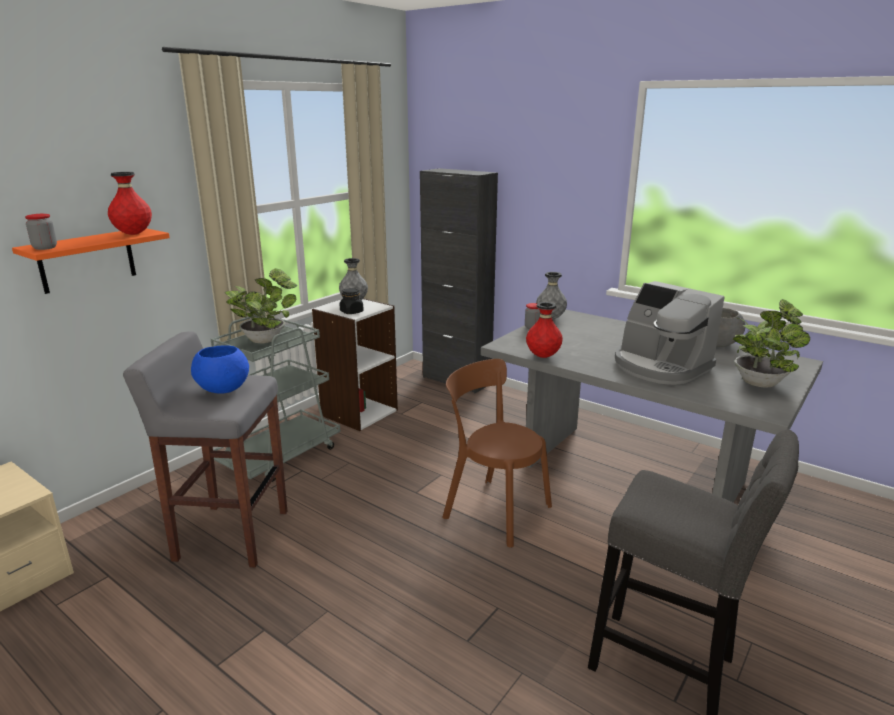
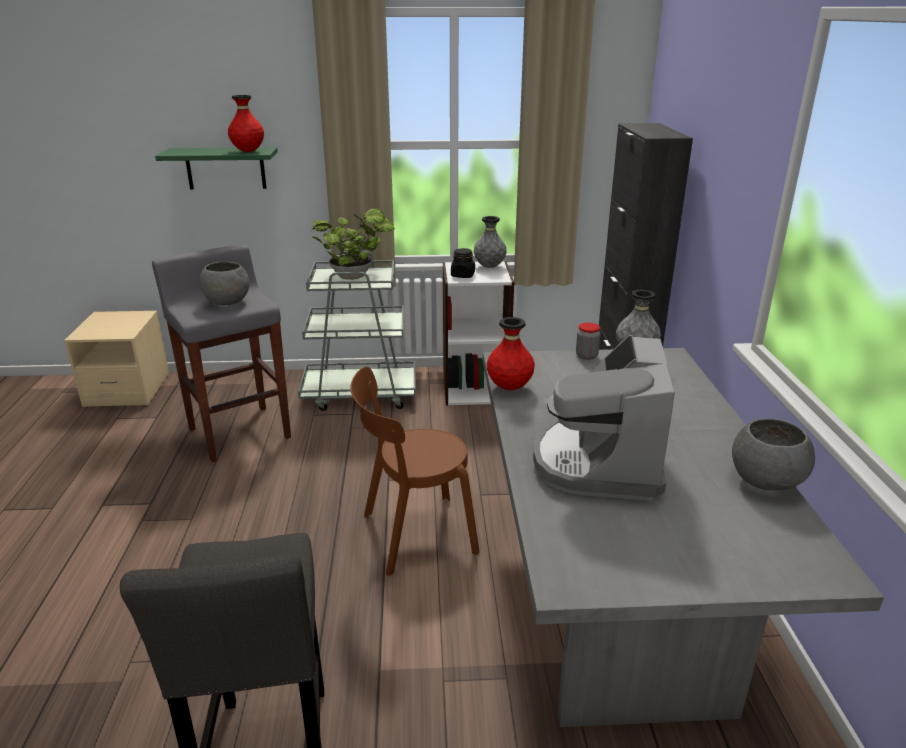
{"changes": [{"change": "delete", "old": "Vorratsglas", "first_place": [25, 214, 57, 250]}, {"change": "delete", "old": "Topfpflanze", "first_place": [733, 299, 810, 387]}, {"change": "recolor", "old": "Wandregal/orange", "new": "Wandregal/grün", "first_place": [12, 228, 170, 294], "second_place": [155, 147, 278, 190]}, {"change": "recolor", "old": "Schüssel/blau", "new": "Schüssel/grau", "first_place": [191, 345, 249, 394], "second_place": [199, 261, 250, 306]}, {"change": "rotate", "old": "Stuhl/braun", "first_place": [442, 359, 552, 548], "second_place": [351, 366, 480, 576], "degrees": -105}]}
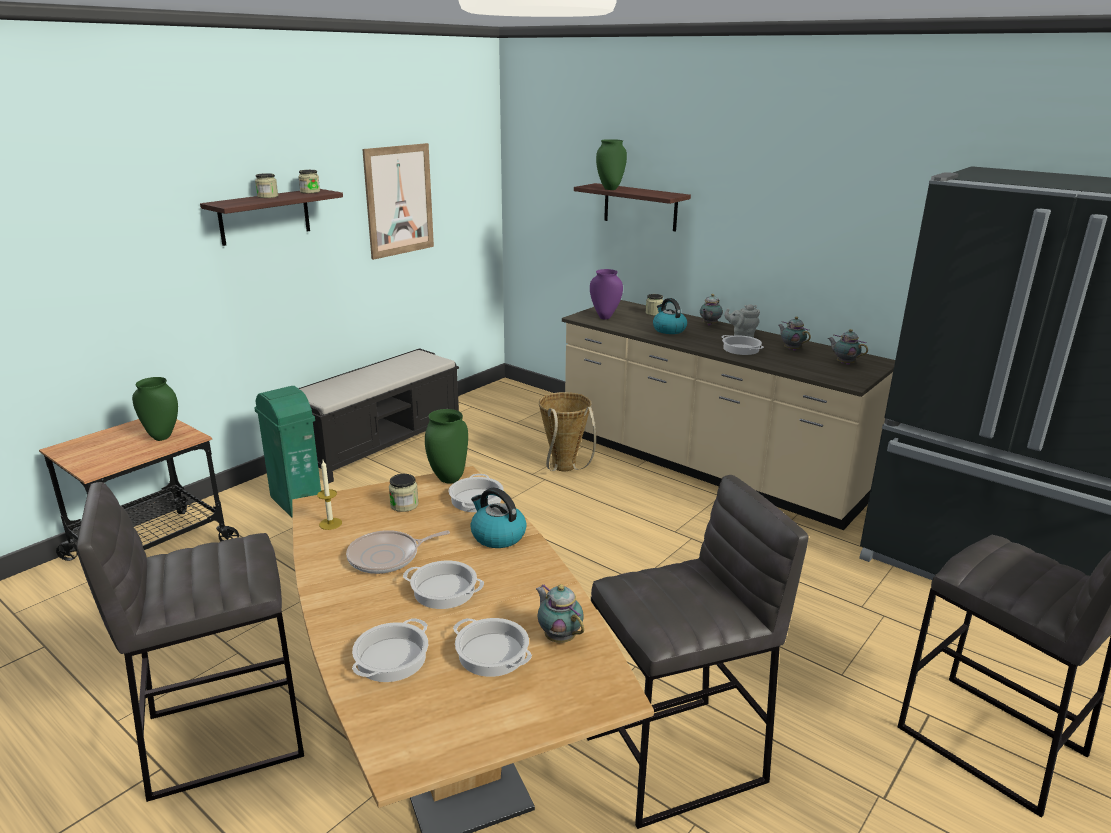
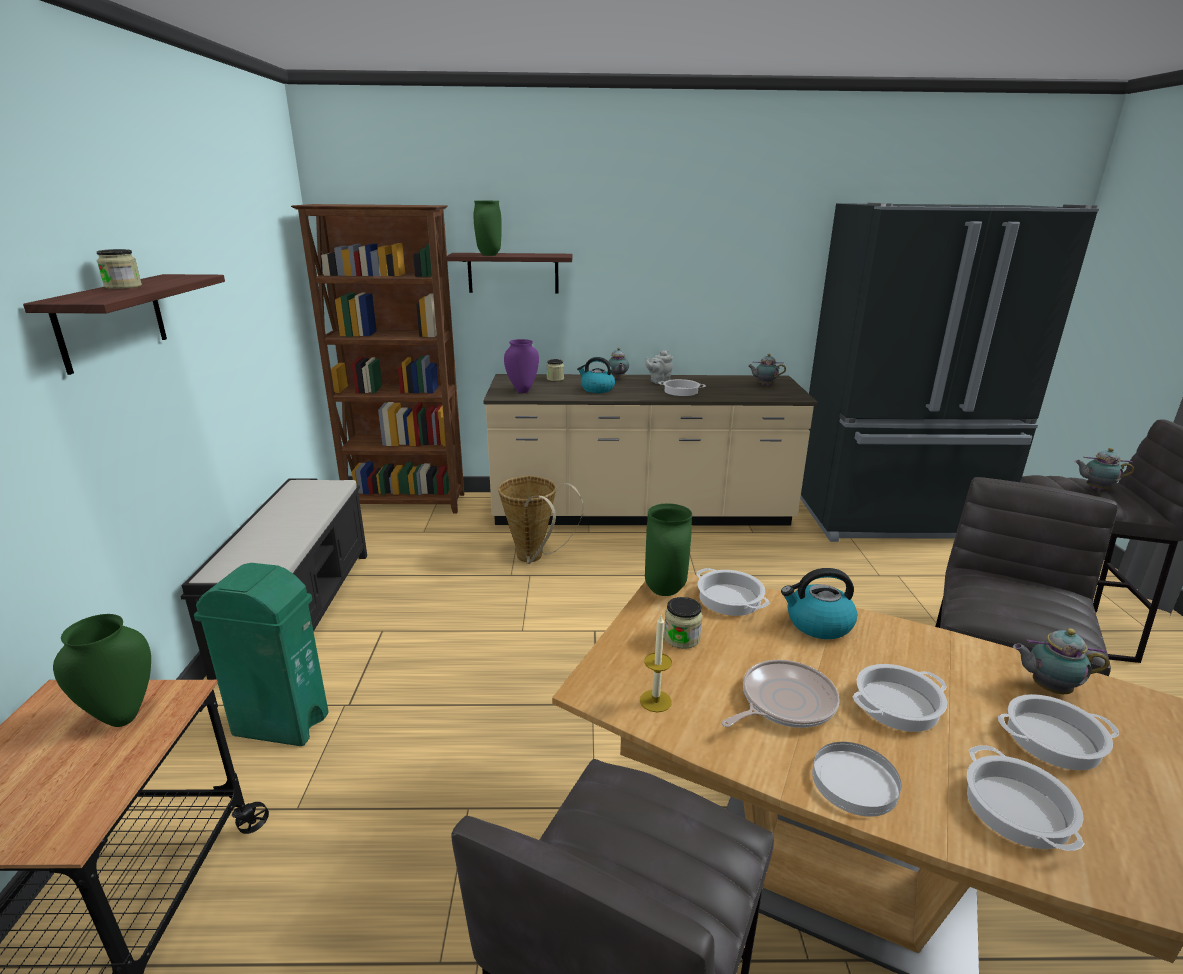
{"changes": [{"change": "delete", "old": "Vorratsglas", "first_place": [298, 170, 320, 194]}, {"change": "delete", "old": "Bild", "first_place": [362, 143, 434, 260]}, {"change": "insert", "new": "Bücherregal/braun", "second_place": [291, 204, 464, 514]}, {"change": "insert", "new": "Teller/weiß", "second_place": [812, 742, 901, 817]}, {"change": "move", "old": "Teekanne", "first_place": [778, 317, 811, 351], "second_place": [1075, 448, 1134, 490]}, {"change": "rotate", "old": "Pfanne", "first_place": [346, 530, 450, 574], "second_place": [721, 660, 840, 728], "degrees": -150}]}
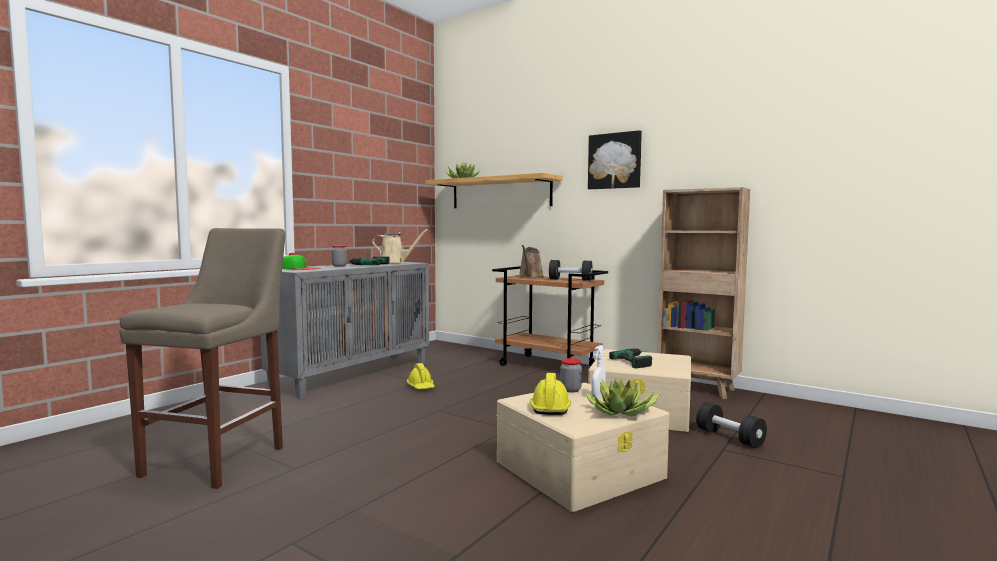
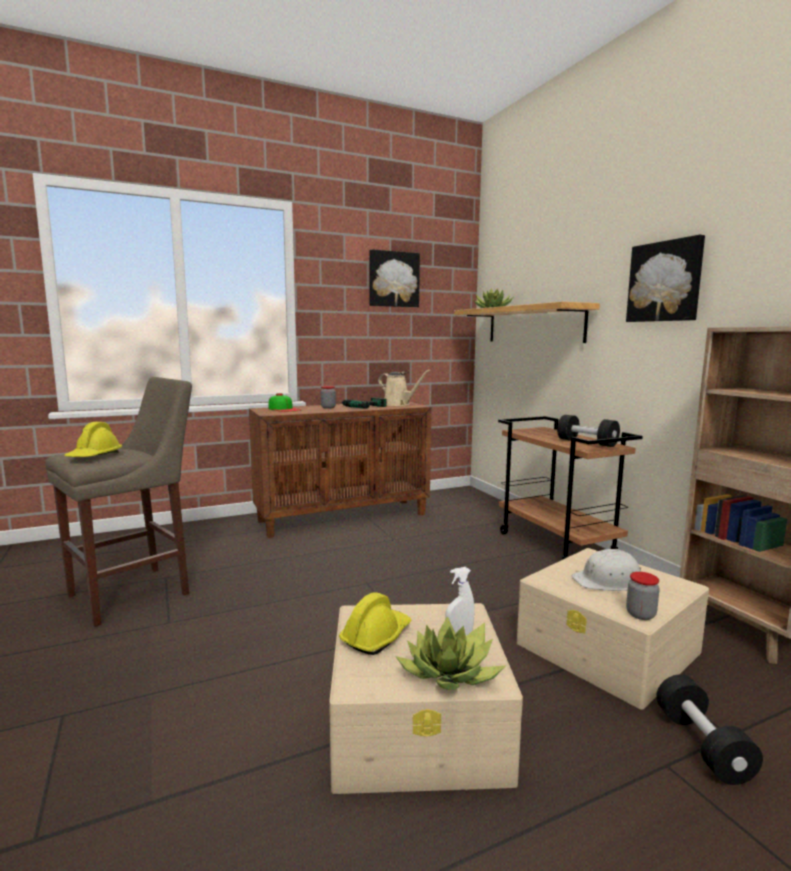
{"changes": [{"change": "delete", "old": "Gießkanne/braun", "first_place": [519, 245, 544, 278]}, {"change": "insert", "new": "Bild", "second_place": [369, 249, 420, 307]}, {"change": "move", "old": "Schutzhelm/gelb", "first_place": [407, 363, 435, 389], "second_place": [64, 422, 122, 457]}, {"change": "move", "old": "Vorratsglas", "first_place": [560, 358, 582, 392], "second_place": [626, 572, 660, 620]}, {"change": "replace", "old": "Bohrmaschine", "new": "Schutzhelm/weiß", "first_place": [609, 349, 652, 368], "second_place": [572, 549, 641, 591]}, {"change": "recolor", "old": "Schrank/grau", "new": "Schrank/braun", "first_place": [261, 262, 429, 399], "second_place": [249, 402, 432, 538]}]}
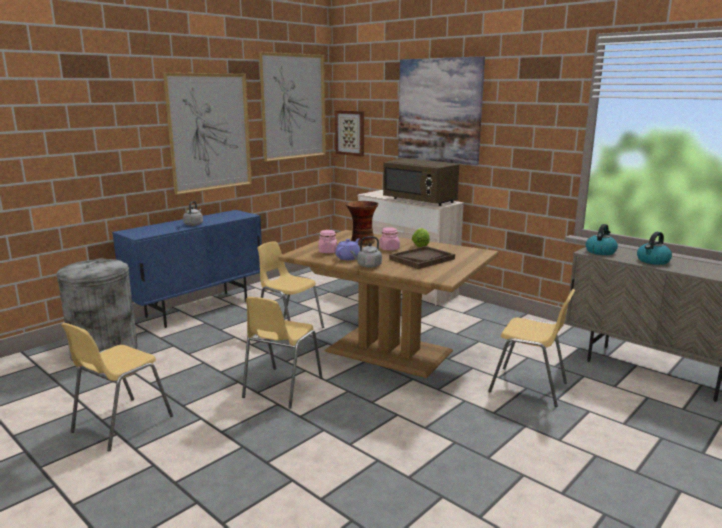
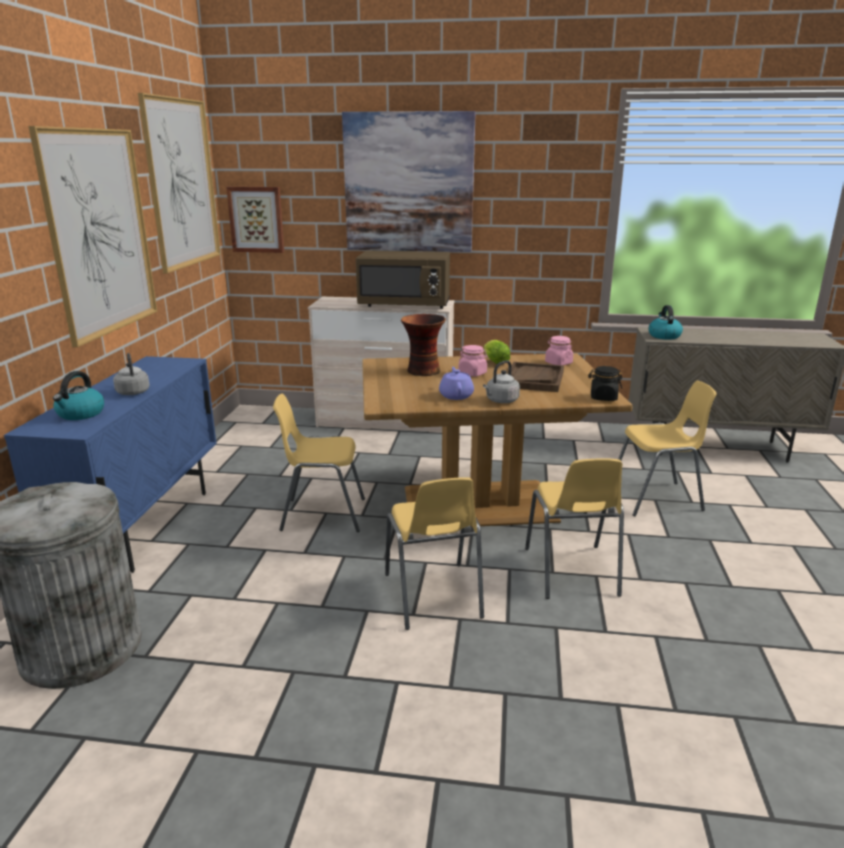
{"changes": [{"change": "insert", "new": "Vorratsglas/schwarz", "second_place": [588, 366, 622, 401]}, {"change": "move", "old": "Stuhl/gelb", "first_place": [61, 323, 173, 451], "second_place": [525, 459, 624, 599]}, {"change": "move", "old": "Vorratsglas/rosa", "first_place": [319, 230, 337, 253], "second_place": [545, 336, 573, 365]}, {"change": "move", "old": "Wasserkessel", "first_place": [637, 232, 672, 265], "second_place": [53, 371, 104, 420]}]}
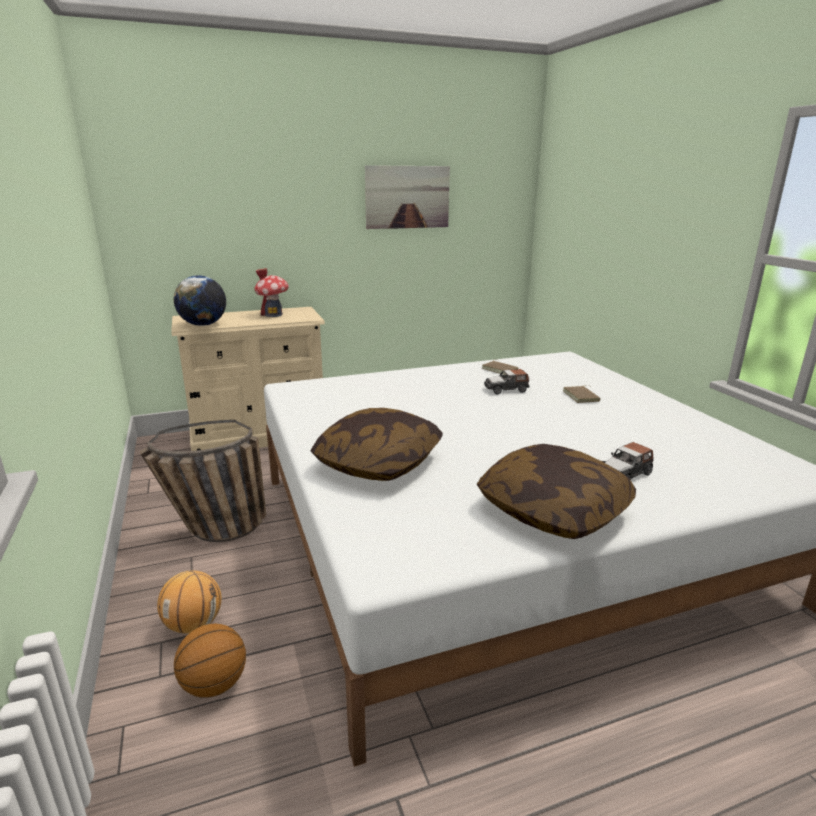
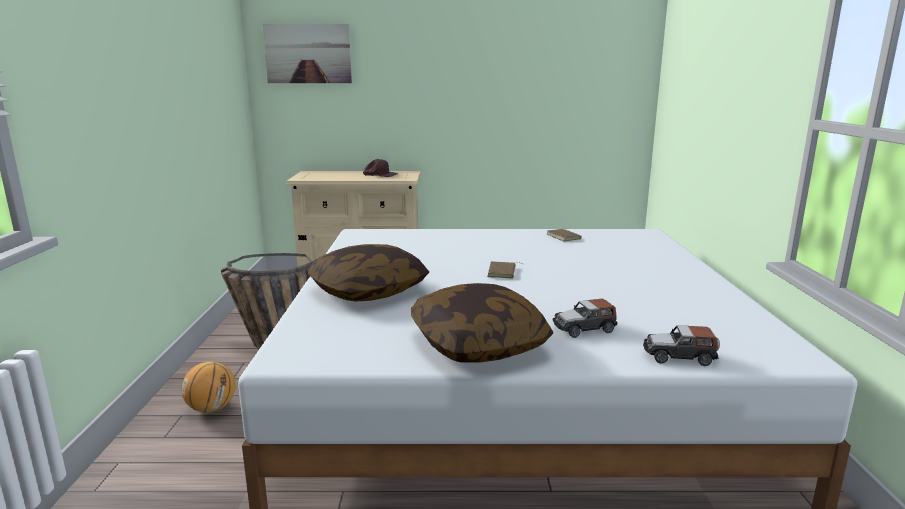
{"changes": [{"change": "delete", "old": "Globus", "first_place": [174, 275, 226, 326]}, {"change": "delete", "old": "Basketball", "first_place": [174, 624, 246, 698]}, {"change": "move", "old": "Bild", "first_place": [365, 165, 450, 229], "second_place": [263, 24, 352, 83]}, {"change": "move", "old": "Spielzeugauto", "first_place": [484, 369, 529, 395], "second_place": [643, 326, 720, 366]}, {"change": "move", "old": "Buch/braun", "first_place": [563, 385, 601, 403], "second_place": [487, 261, 519, 279]}, {"change": "replace", "old": "Spielzeughaus", "new": "Kappe/braun", "first_place": [254, 268, 289, 317], "second_place": [363, 159, 398, 177]}]}
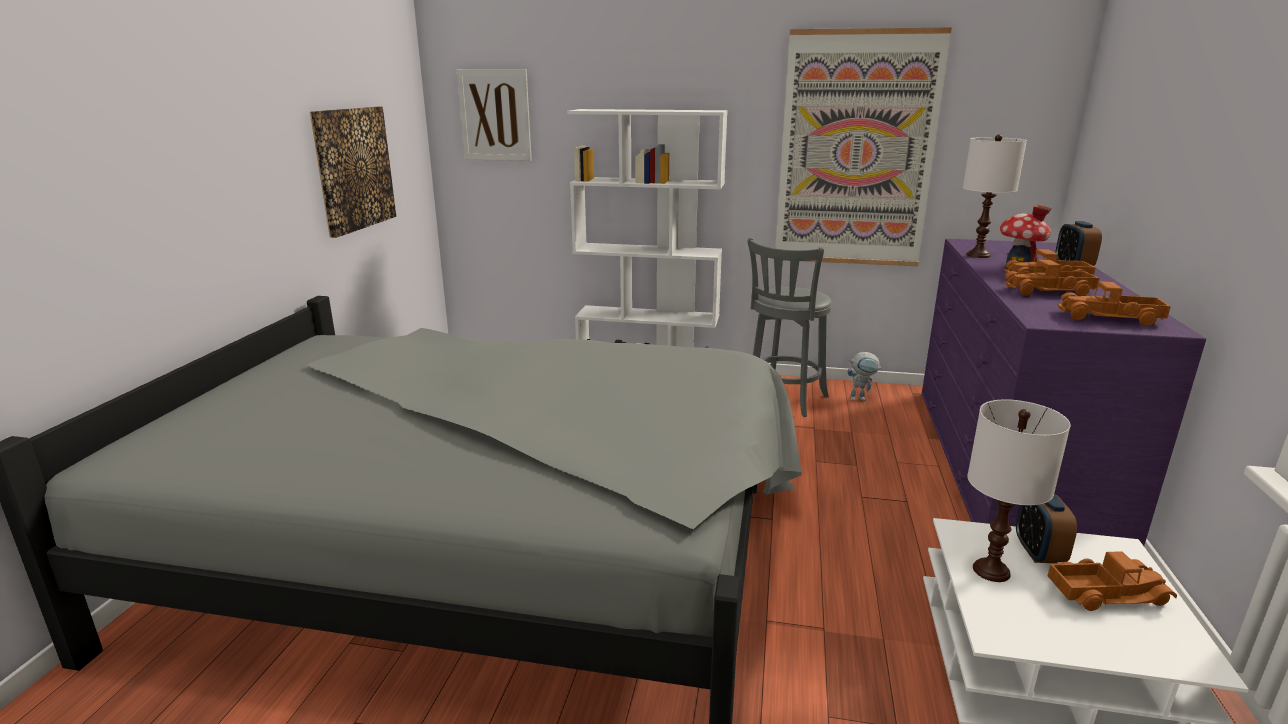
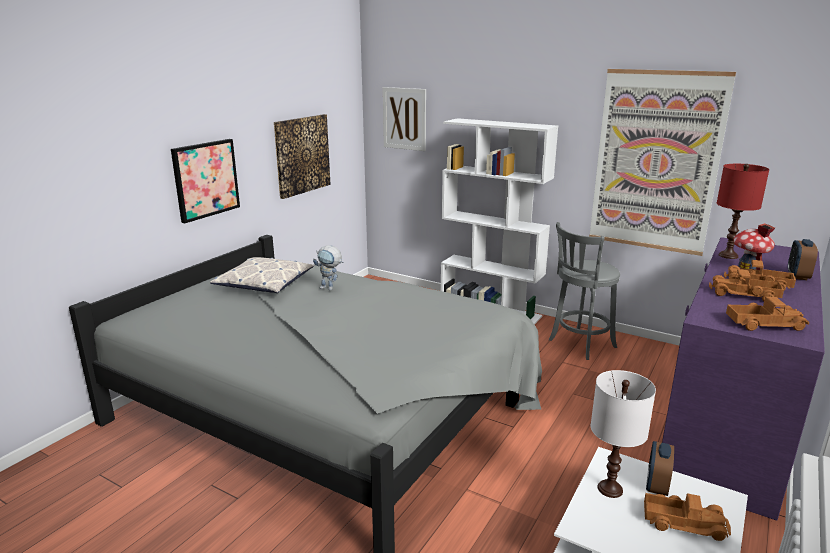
{"changes": [{"change": "insert", "new": "Bild", "second_place": [171, 139, 240, 223]}, {"change": "insert", "new": "Kissen", "second_place": [210, 257, 314, 293]}, {"change": "move", "old": "Spielzeugroboter", "first_place": [847, 352, 882, 401], "second_place": [313, 245, 343, 290]}, {"change": "recolor", "old": "Tischlampe/weiß", "new": "Tischlampe/rot", "first_place": [963, 134, 1027, 258], "second_place": [717, 164, 769, 259]}, {"change": "rotate", "old": "Spielzeuglaster", "first_place": [1057, 281, 1171, 326], "second_place": [726, 297, 809, 331], "degrees": 150}]}
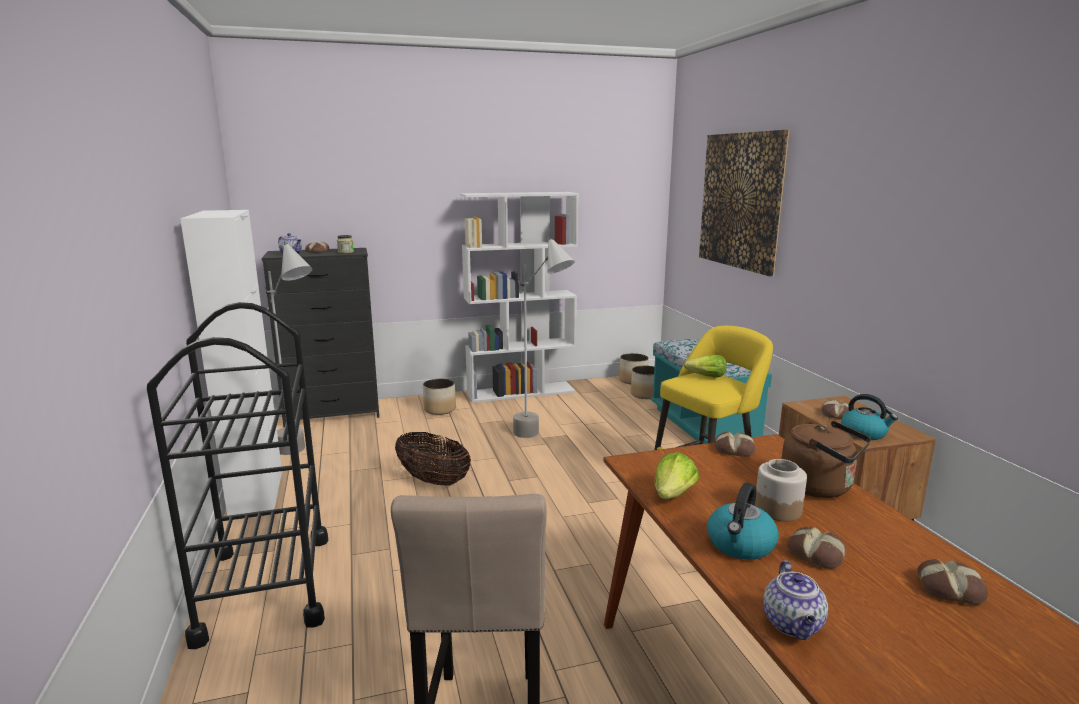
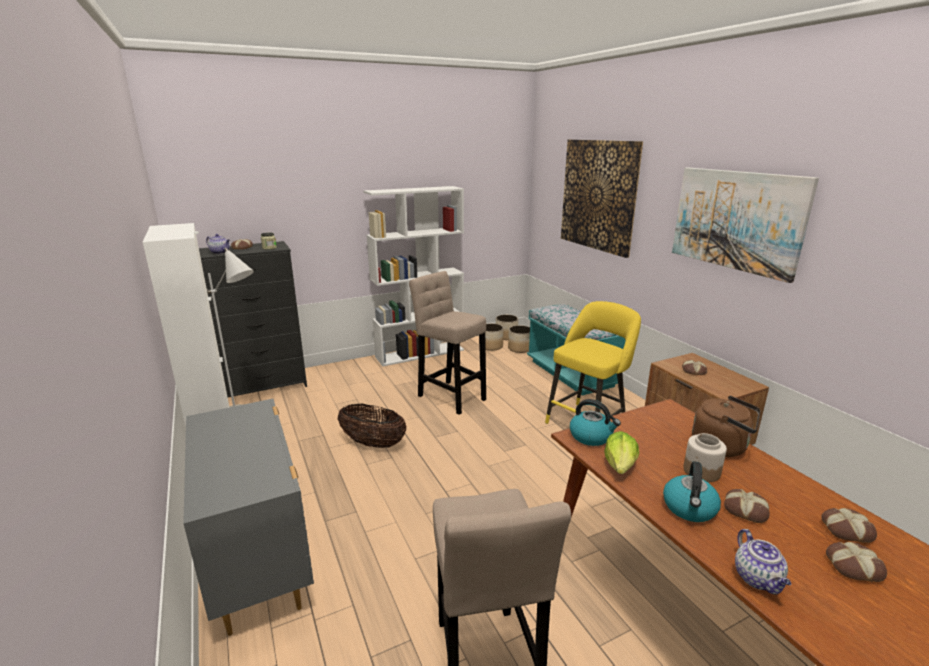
{"changes": [{"change": "delete", "old": "Salatkopf", "first_place": [684, 355, 726, 378]}, {"change": "insert", "new": "Bild", "second_place": [672, 168, 819, 283]}, {"change": "move", "old": "Pflanzkübel", "first_place": [423, 378, 456, 415], "second_place": [485, 323, 503, 351]}, {"change": "move", "old": "Brot", "first_place": [715, 432, 755, 457], "second_place": [826, 542, 887, 582]}, {"change": "move", "old": "Wasserkessel", "first_place": [841, 394, 898, 440], "second_place": [570, 399, 621, 446]}, {"change": "replace", "old": "Rollwagen/schwarz", "new": "Kommode/grau", "first_place": [147, 302, 328, 649], "second_place": [183, 399, 314, 636]}, {"change": "replace", "old": "Stehlampe/grau", "new": "Hocker/beige", "first_place": [513, 236, 575, 438], "second_place": [409, 271, 486, 415]}]}
